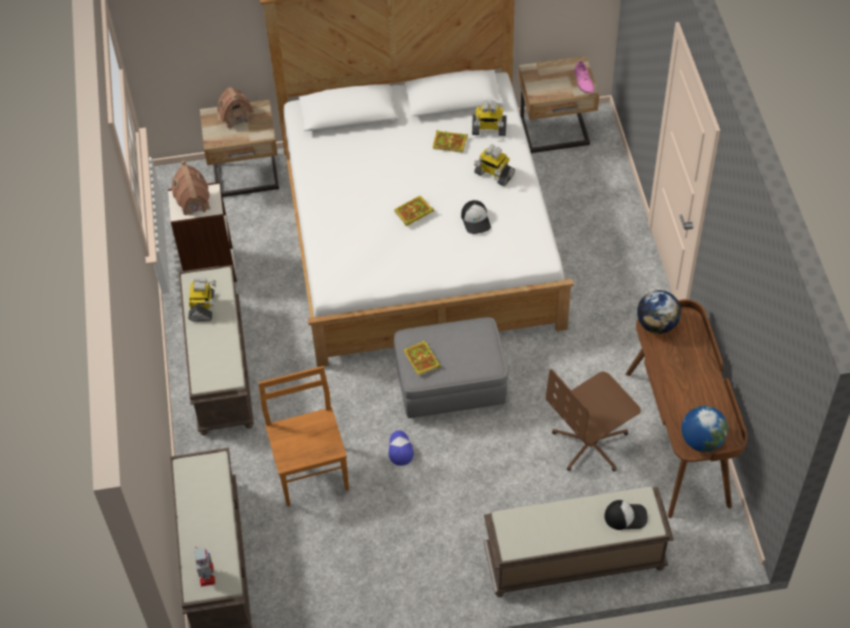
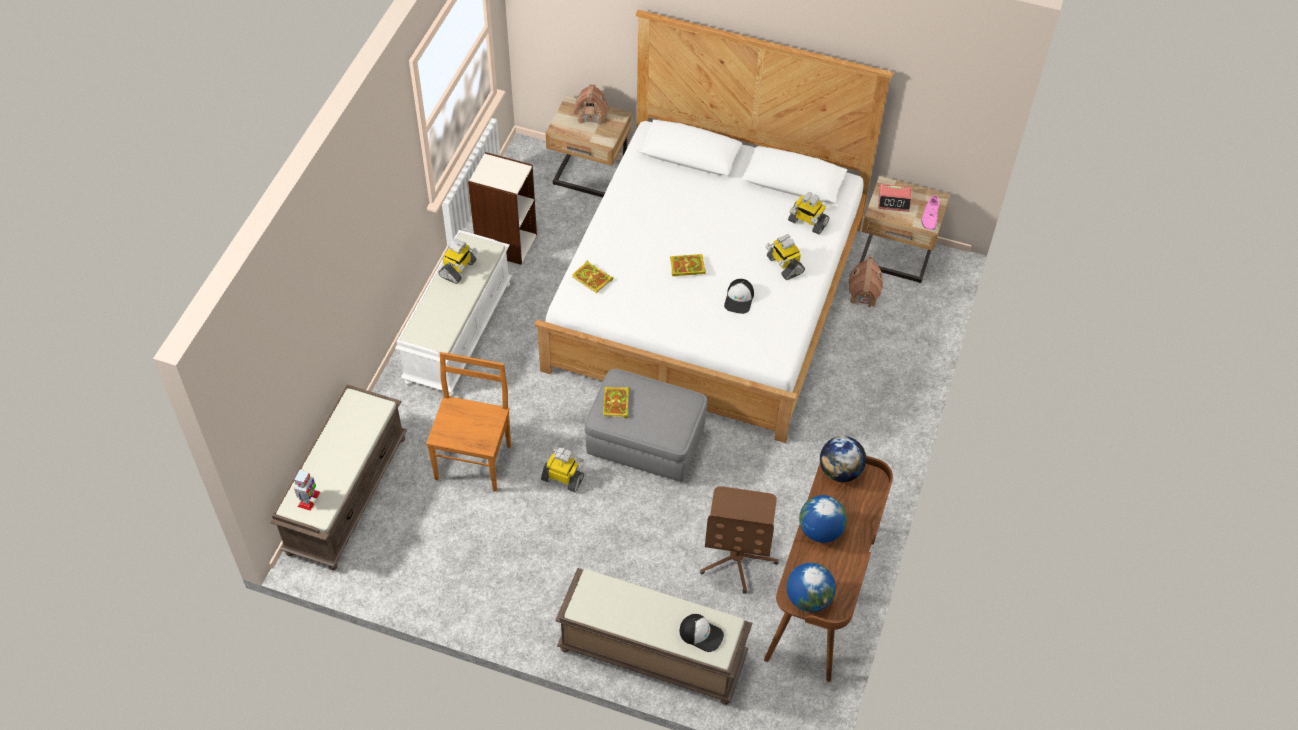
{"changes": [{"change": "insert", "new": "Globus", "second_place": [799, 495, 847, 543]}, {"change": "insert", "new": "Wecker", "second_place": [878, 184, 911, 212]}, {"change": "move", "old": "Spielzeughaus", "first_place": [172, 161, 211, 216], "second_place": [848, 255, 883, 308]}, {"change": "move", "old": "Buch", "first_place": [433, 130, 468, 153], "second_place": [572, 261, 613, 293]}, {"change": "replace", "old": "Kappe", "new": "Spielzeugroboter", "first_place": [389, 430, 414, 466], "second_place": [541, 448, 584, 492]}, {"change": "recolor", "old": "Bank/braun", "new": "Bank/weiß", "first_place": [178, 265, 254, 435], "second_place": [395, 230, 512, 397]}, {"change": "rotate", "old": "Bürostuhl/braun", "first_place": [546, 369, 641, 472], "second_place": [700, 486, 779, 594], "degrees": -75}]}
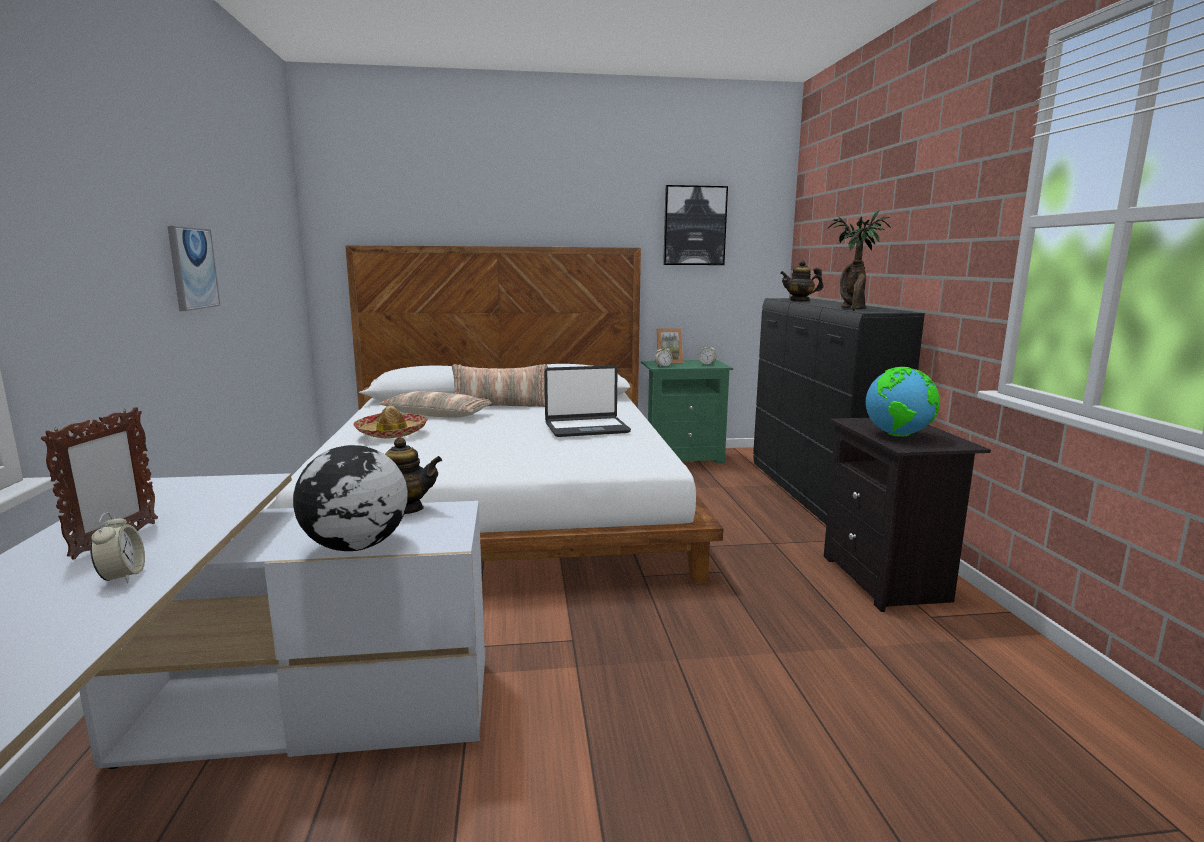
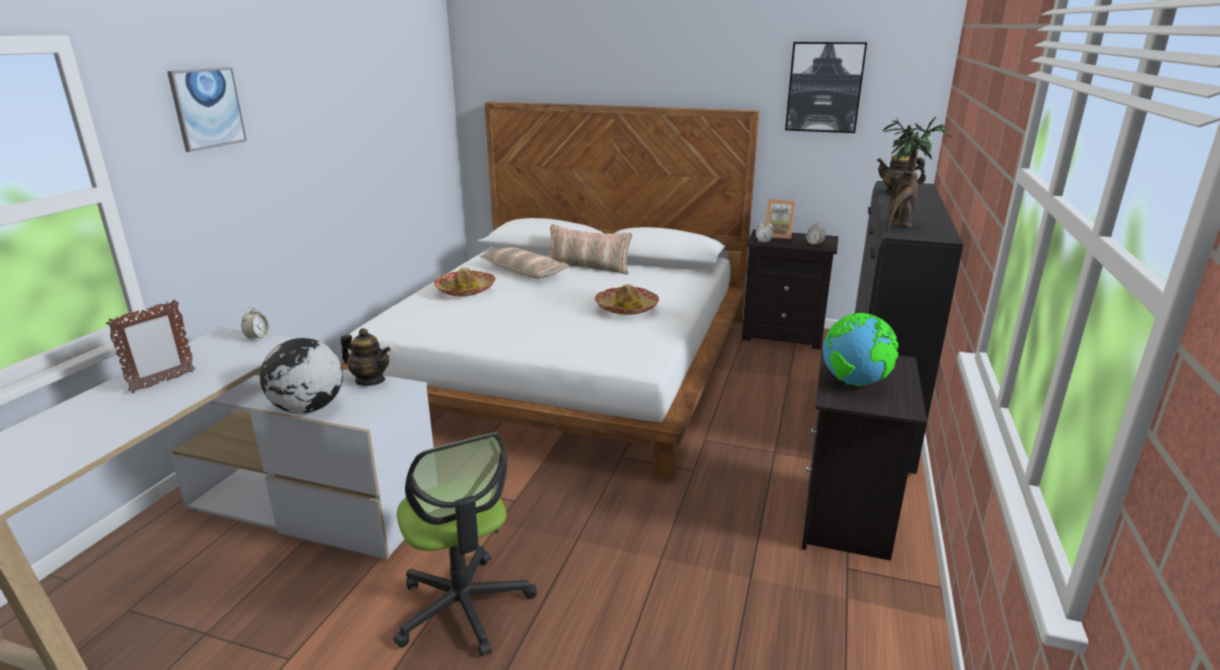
{"changes": [{"change": "insert", "new": "Bürostuhl", "second_place": [394, 433, 537, 657]}, {"change": "move", "old": "Wecker", "first_place": [90, 512, 145, 583], "second_place": [241, 306, 269, 341]}, {"change": "move", "old": "Bild", "first_place": [167, 226, 220, 311], "second_place": [167, 67, 247, 152]}, {"change": "replace", "old": "Laptop", "new": "Hut", "first_place": [544, 365, 631, 437], "second_place": [595, 284, 659, 315]}, {"change": "recolor", "old": "Nachttisch/grün", "new": "Nachttisch/schwarz", "first_place": [641, 360, 733, 464], "second_place": [742, 230, 838, 350]}]}
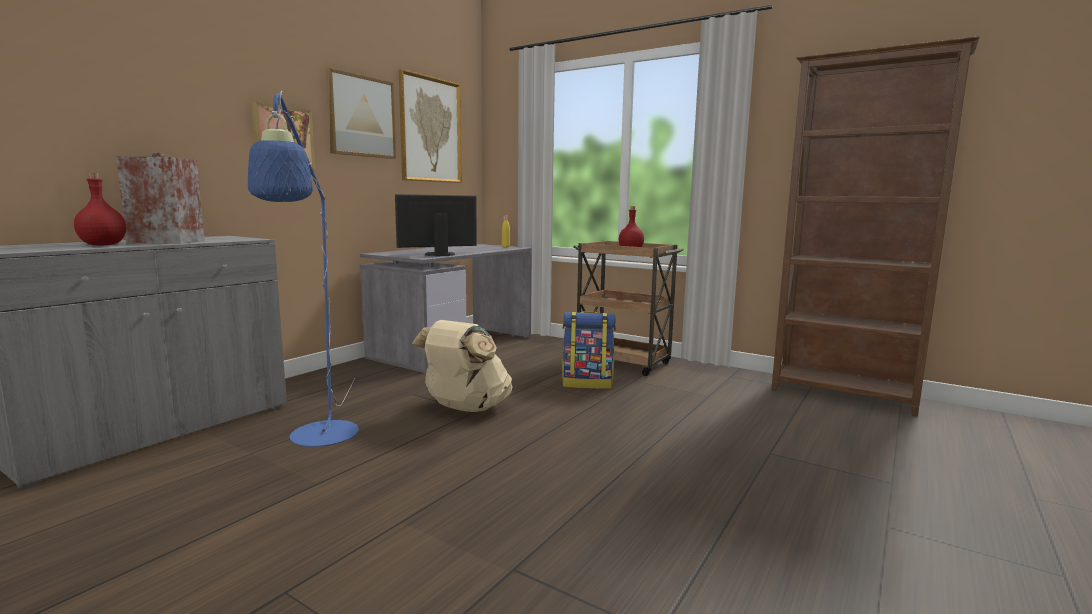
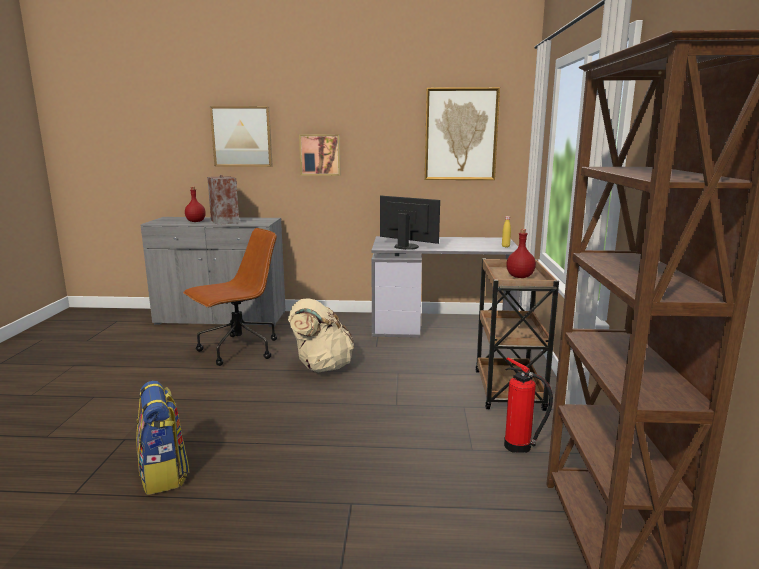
{"changes": [{"change": "insert", "new": "Feuerlöscher", "second_place": [504, 357, 553, 453]}, {"change": "move", "old": "Bild", "first_place": [326, 68, 396, 159], "second_place": [210, 106, 273, 167]}, {"change": "move", "old": "Rucksack", "first_place": [562, 311, 616, 389], "second_place": [136, 381, 189, 495]}, {"change": "replace", "old": "Stehlampe/blau", "new": "Bürostuhl/braun", "first_place": [248, 91, 359, 447], "second_place": [183, 228, 277, 366]}]}
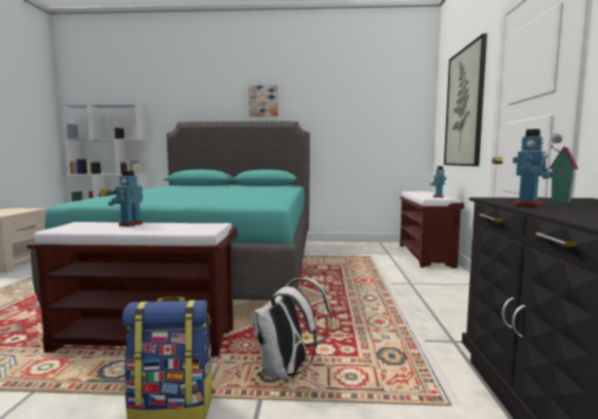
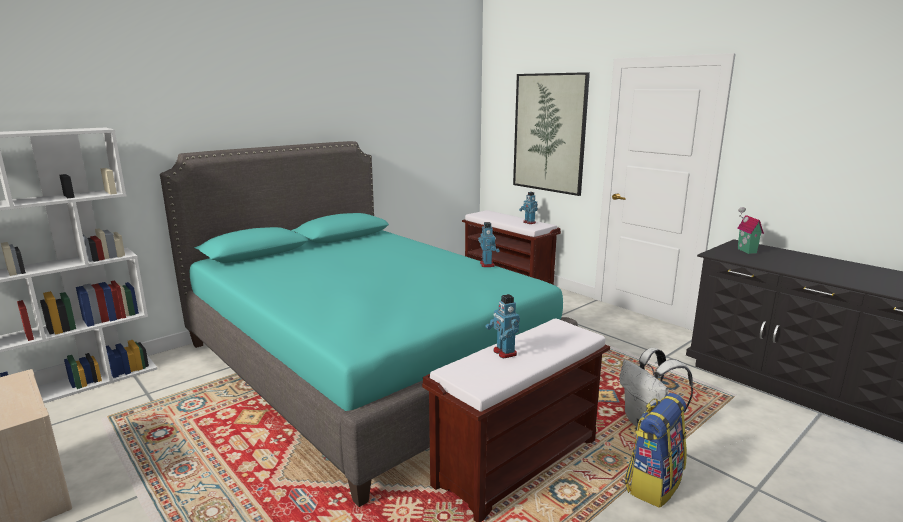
{"changes": [{"change": "delete", "old": "Bild", "first_place": [248, 85, 278, 116]}, {"change": "move", "old": "Spielzeugroboter", "first_place": [513, 129, 554, 208], "second_place": [478, 222, 500, 267]}]}
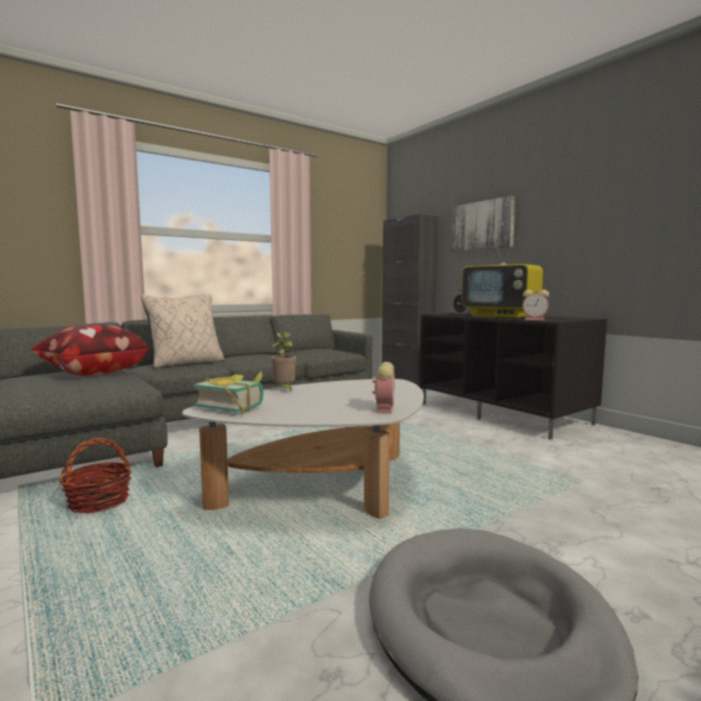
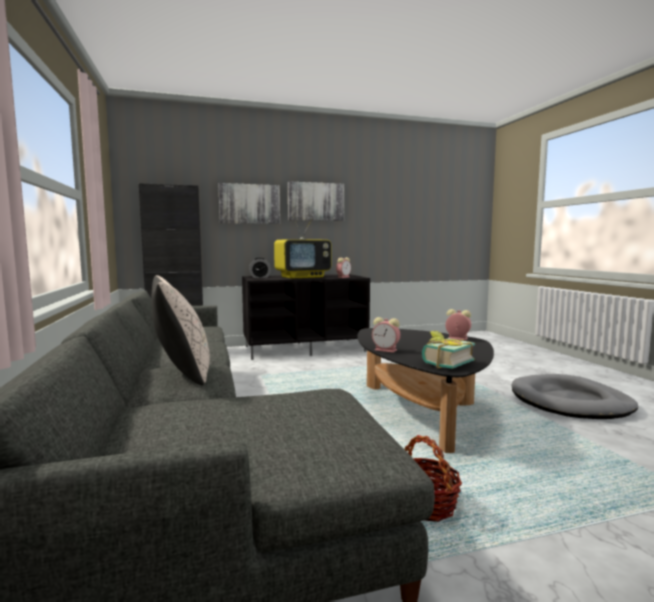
{"changes": [{"change": "delete", "old": "Kissen", "first_place": [30, 324, 150, 376]}, {"change": "insert", "new": "Bild", "second_place": [288, 181, 344, 221]}, {"change": "replace", "old": "Topfpflanze", "new": "Wecker", "first_place": [271, 332, 296, 391], "second_place": [372, 317, 400, 353]}, {"change": "recolor", "old": "Couchtisch/weiß", "new": "Couchtisch/schwarz", "first_place": [182, 379, 424, 519], "second_place": [357, 328, 494, 453]}]}
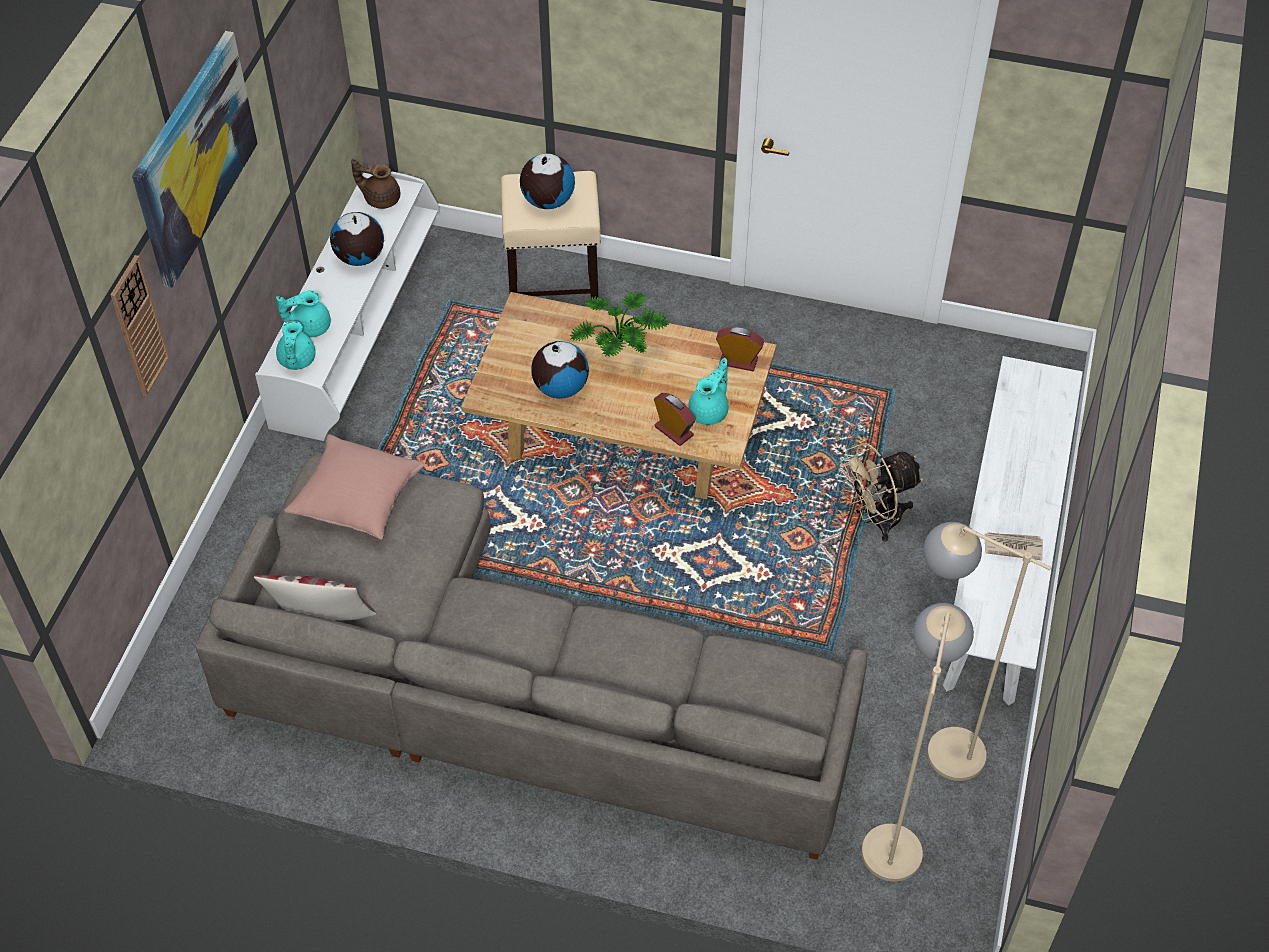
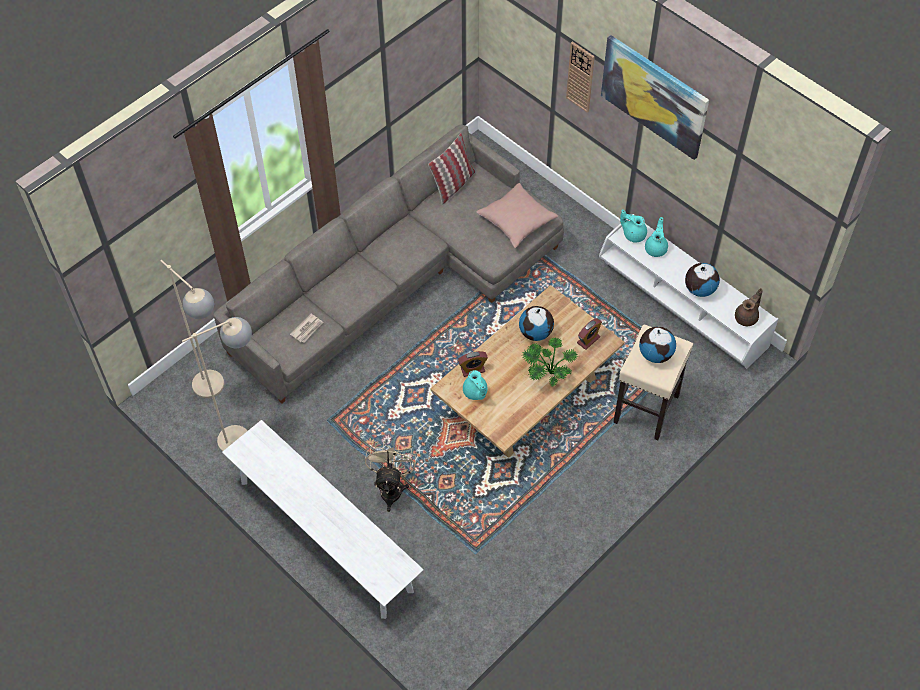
{"changes": [{"change": "move", "old": "Wecker", "first_place": [716, 327, 764, 371], "second_place": [577, 318, 602, 350]}, {"change": "move", "old": "Zeitung", "first_place": [984, 532, 1043, 560], "second_place": [290, 314, 323, 343]}]}
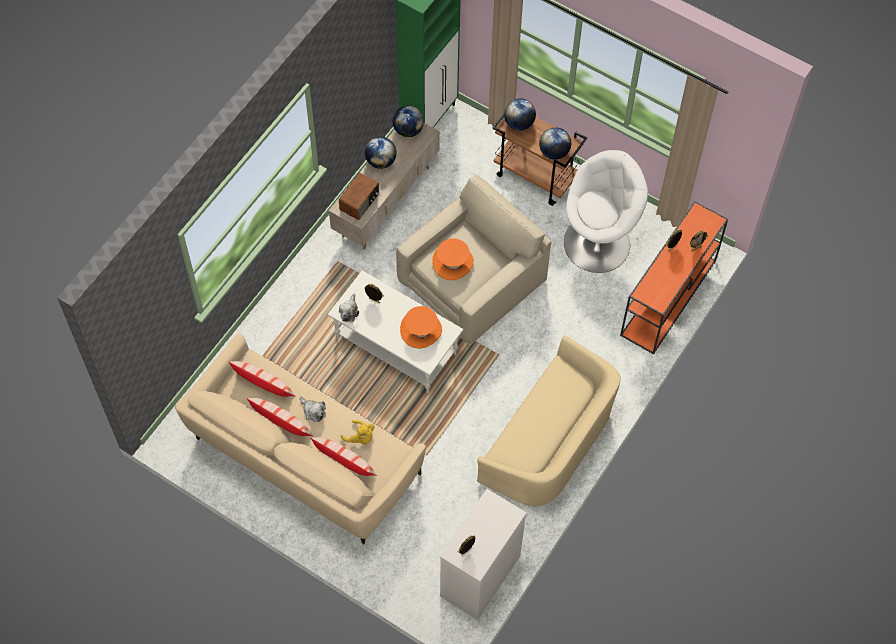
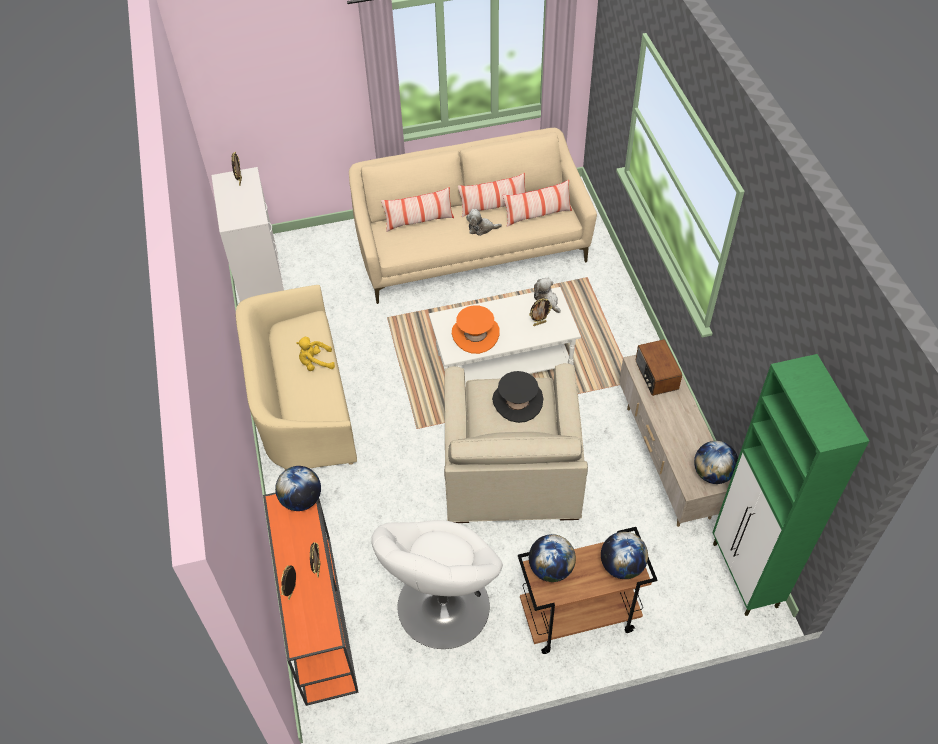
{"changes": [{"change": "move", "old": "Plüschtier/gelb", "first_place": [341, 420, 374, 444], "second_place": [296, 337, 335, 371]}, {"change": "move", "old": "Globus", "first_place": [365, 137, 396, 169], "second_place": [275, 466, 321, 511]}, {"change": "recolor", "old": "Hut/orange", "new": "Hut/schwarz", "first_place": [432, 238, 474, 280], "second_place": [492, 371, 543, 423]}]}
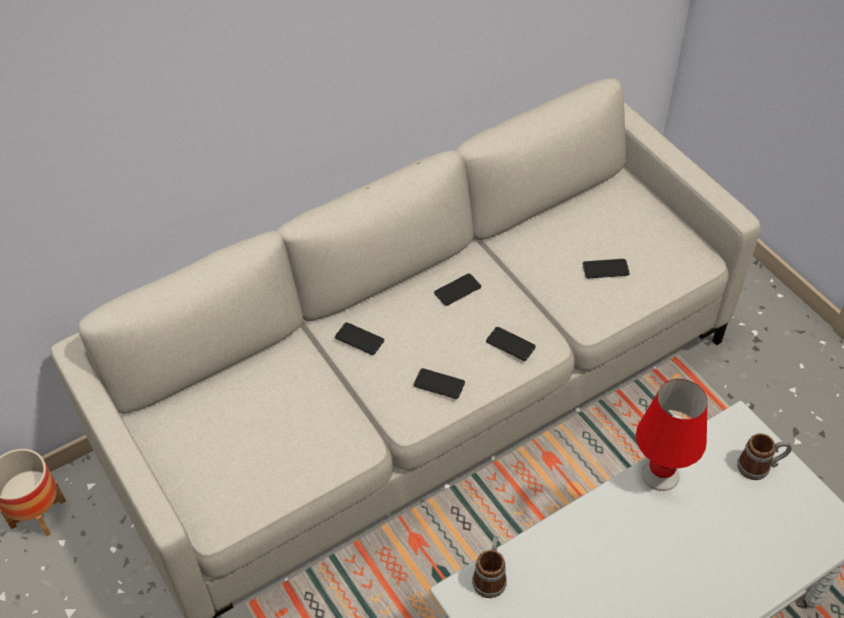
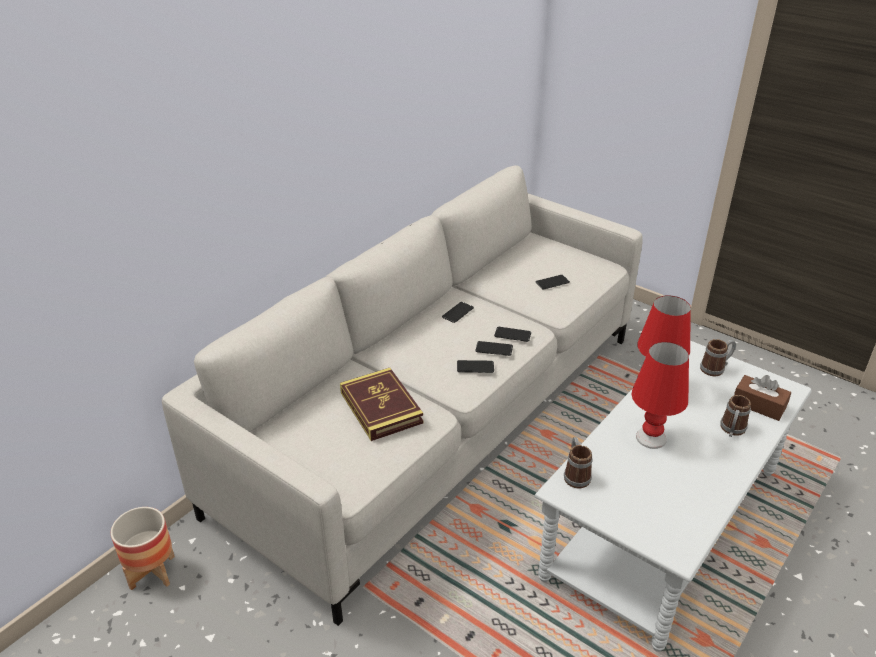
{"changes": [{"change": "insert", "new": "Buch", "second_place": [340, 368, 423, 441]}, {"change": "insert", "new": "Tischlampe/rot", "second_place": [631, 342, 689, 449]}, {"change": "insert", "new": "Henkelbecher", "second_place": [720, 395, 751, 437]}, {"change": "insert", "new": "Taschentuchbox/braun", "second_place": [734, 375, 791, 421]}, {"change": "move", "old": "Handy", "first_place": [335, 323, 384, 355], "second_place": [475, 341, 513, 356]}]}
